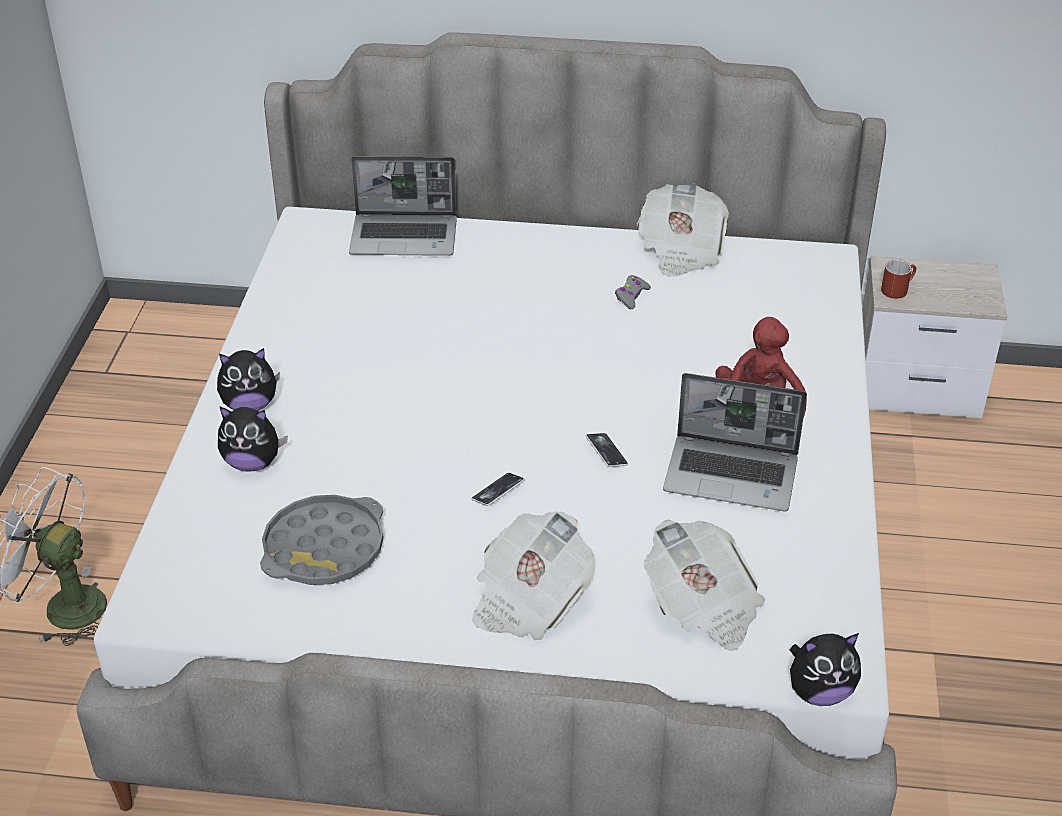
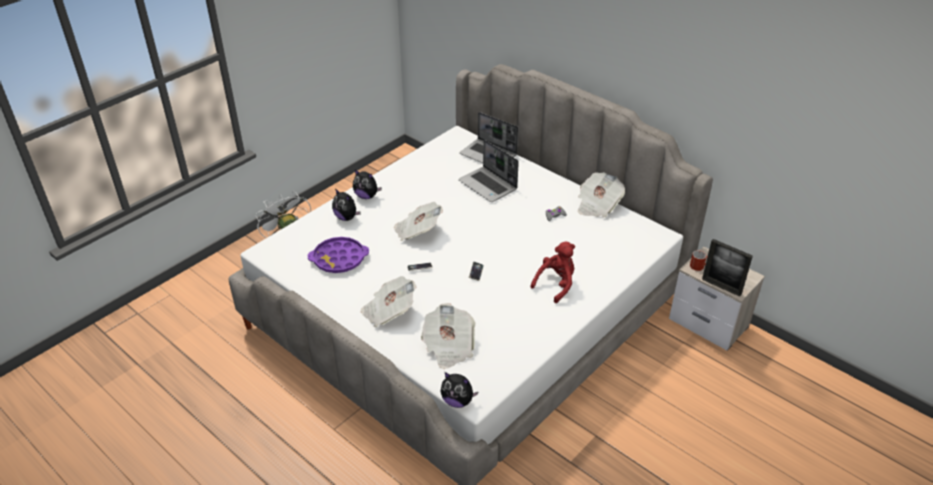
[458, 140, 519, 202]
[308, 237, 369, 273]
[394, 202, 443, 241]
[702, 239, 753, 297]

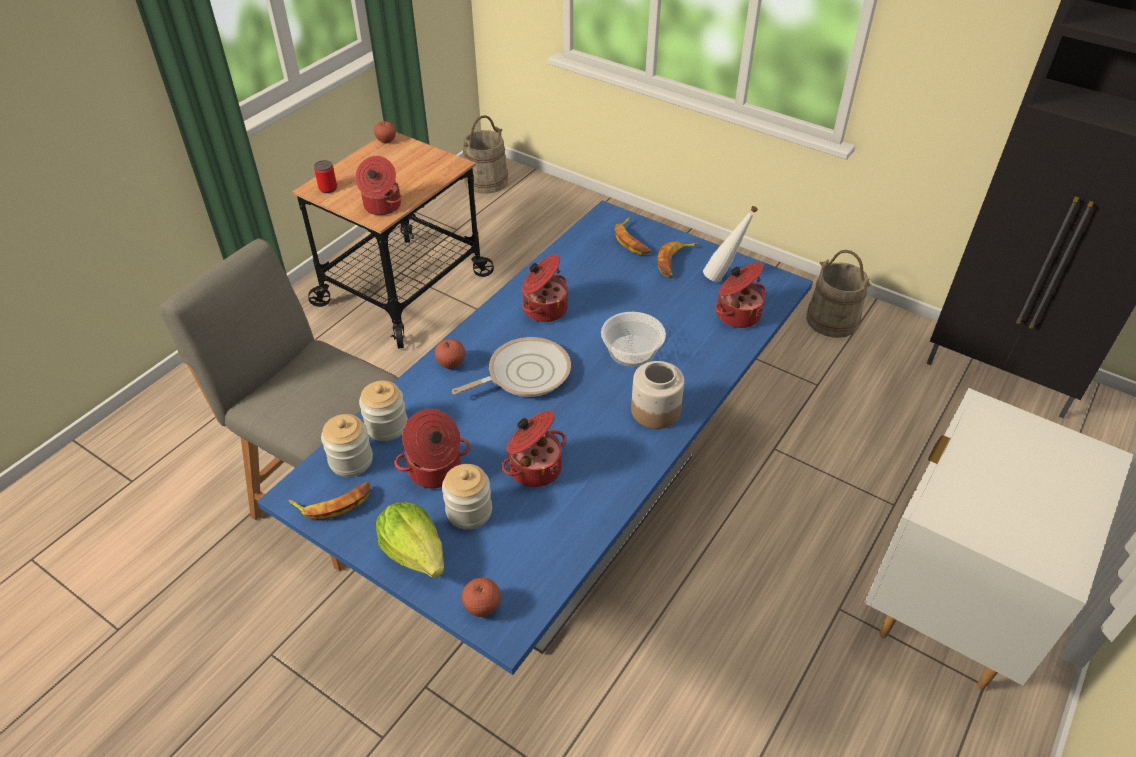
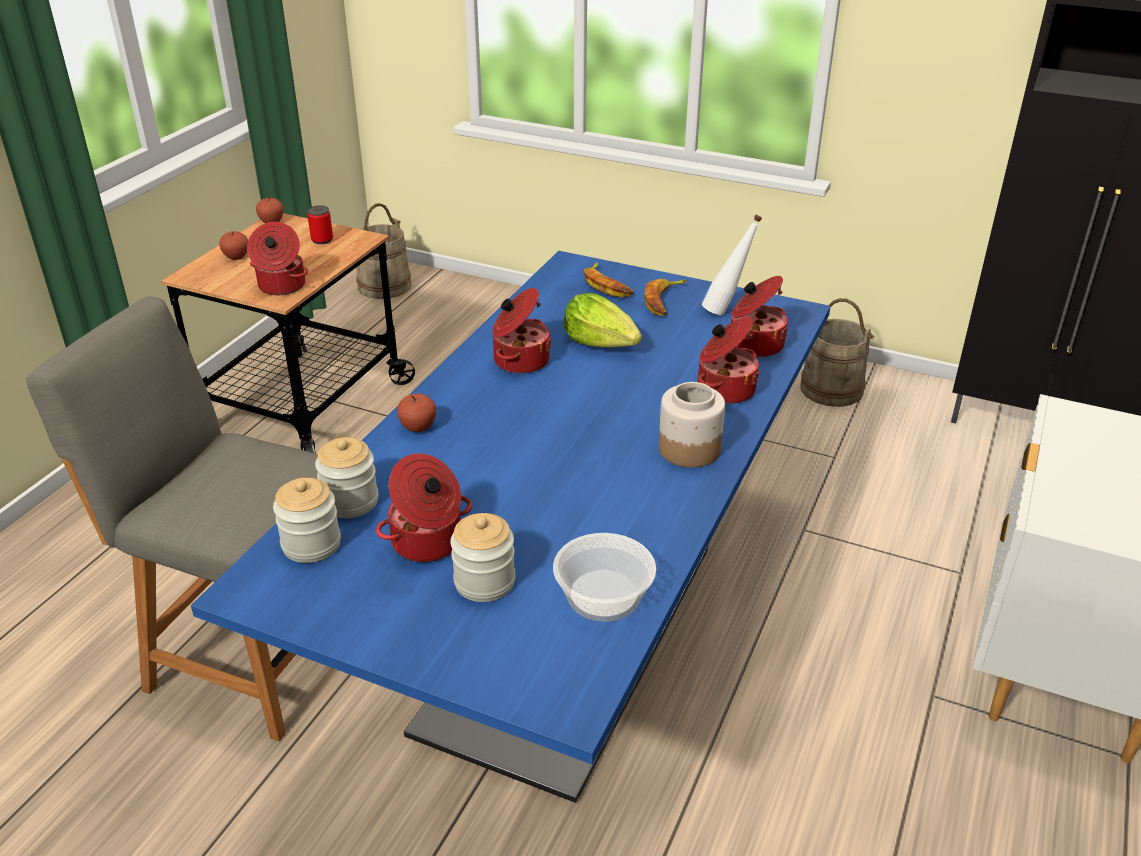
[307, 206, 333, 244]
[553, 533, 656, 622]
[452, 337, 571, 397] (first image)
[698, 317, 759, 404]
[289, 482, 371, 519] (first image)
[564, 293, 642, 348]
[219, 231, 248, 260]

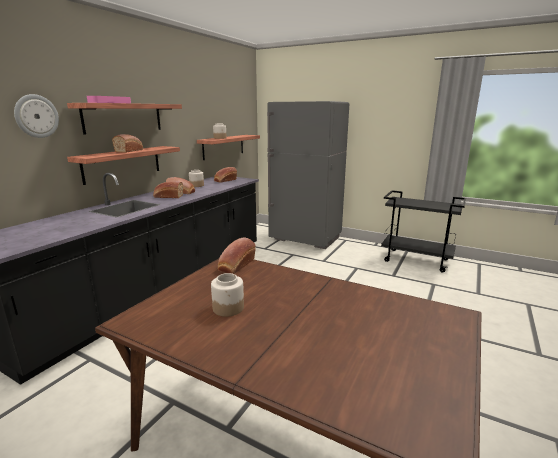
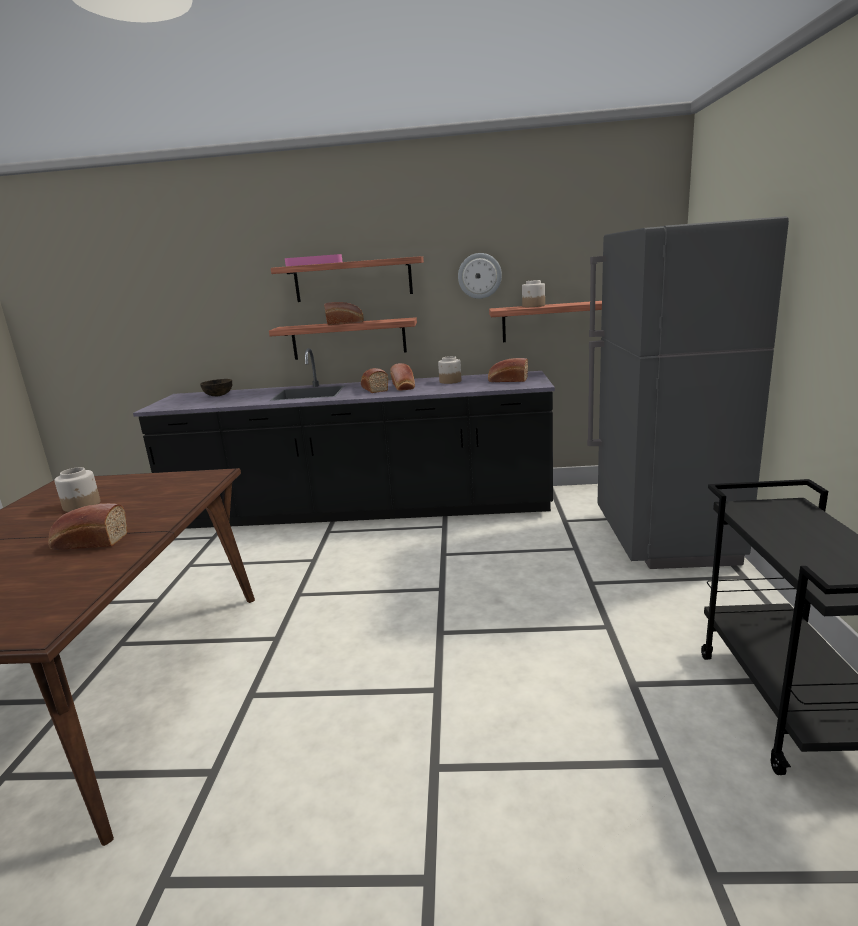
[458, 253, 502, 299]
[48, 503, 127, 550]
[200, 379, 232, 396]

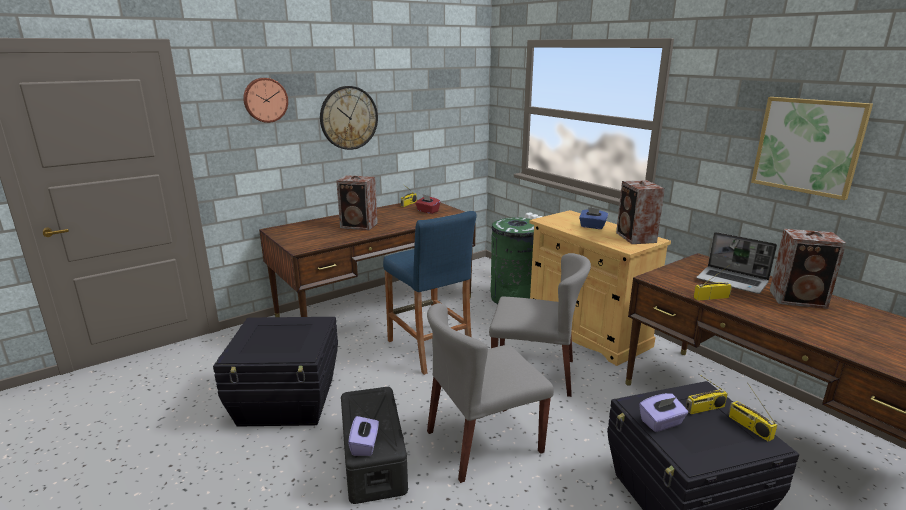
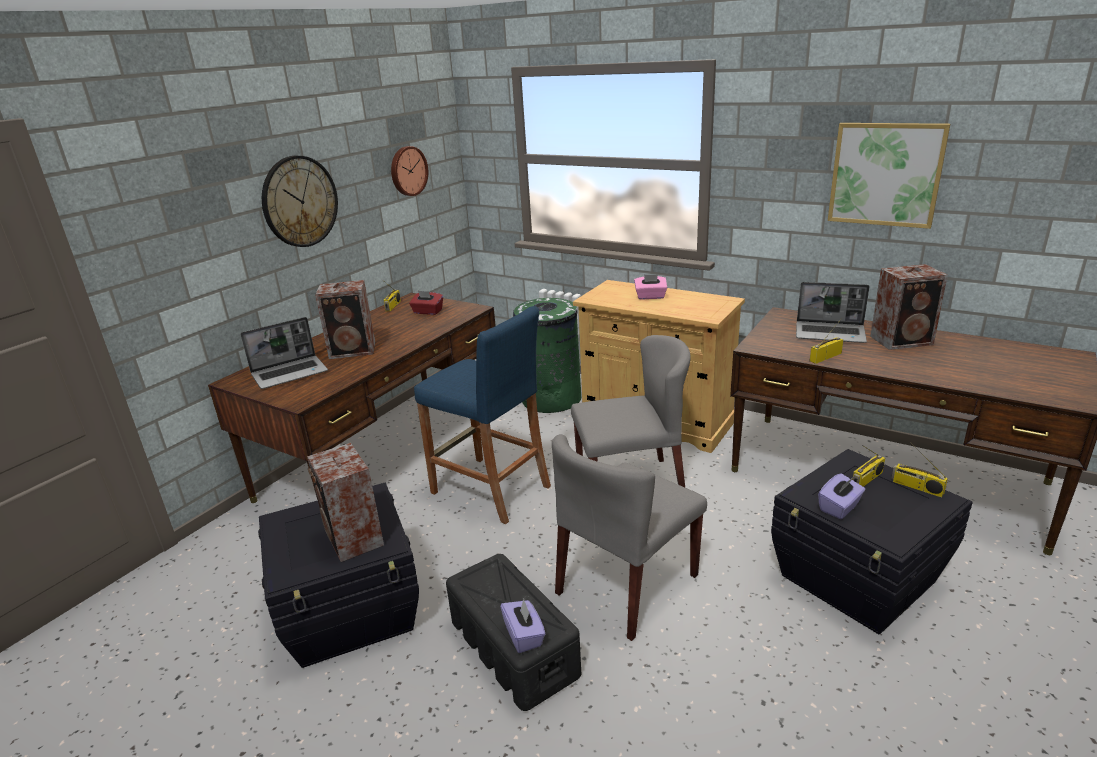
[391, 146, 428, 196]
[307, 443, 384, 562]
[634, 274, 667, 299]
[240, 317, 328, 389]

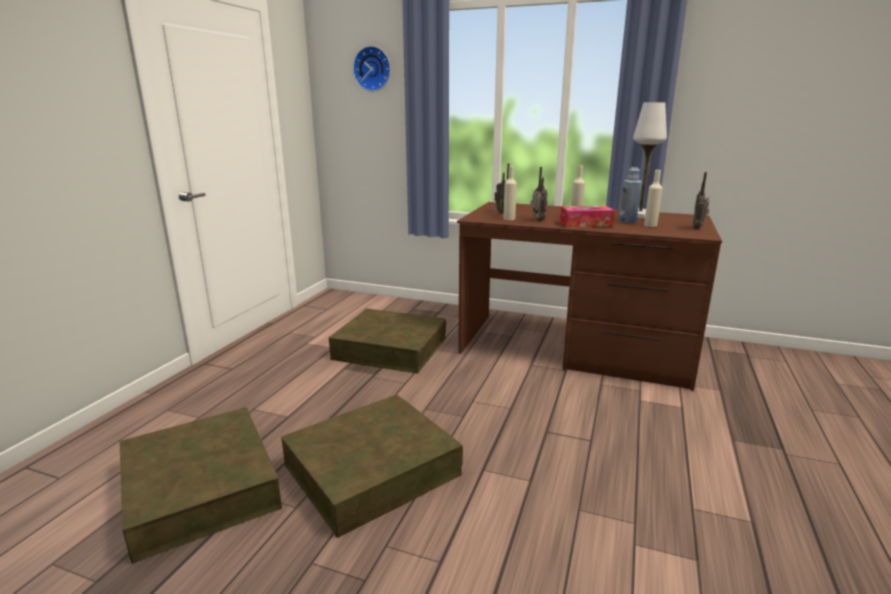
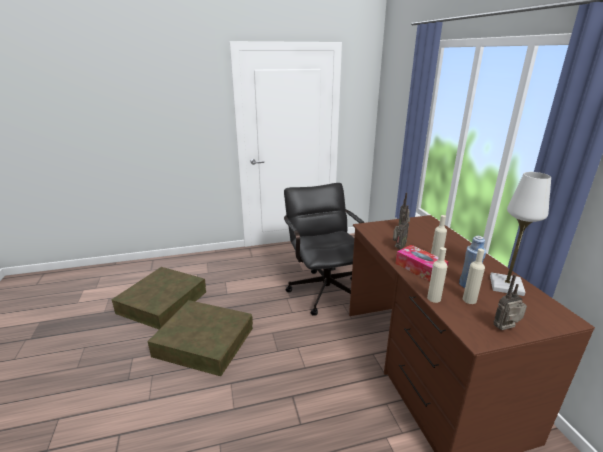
[353, 46, 391, 92] (first image)
[427, 247, 448, 303]
[284, 183, 364, 316]

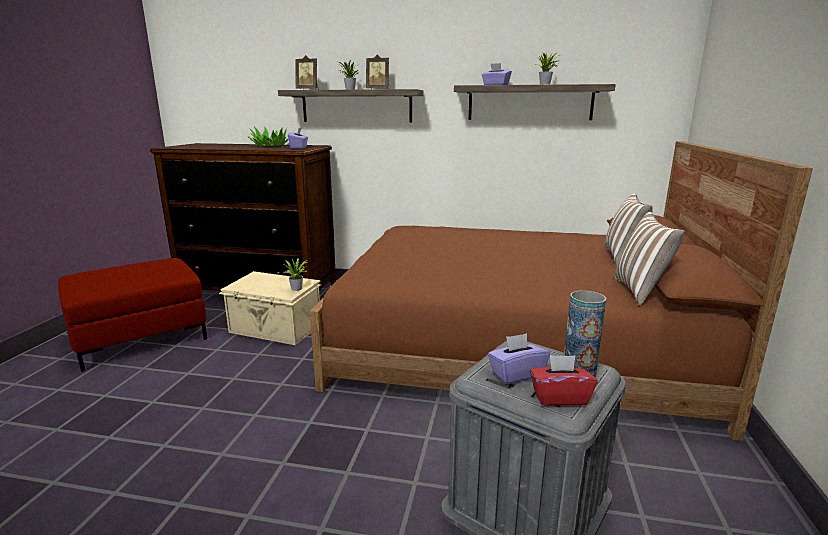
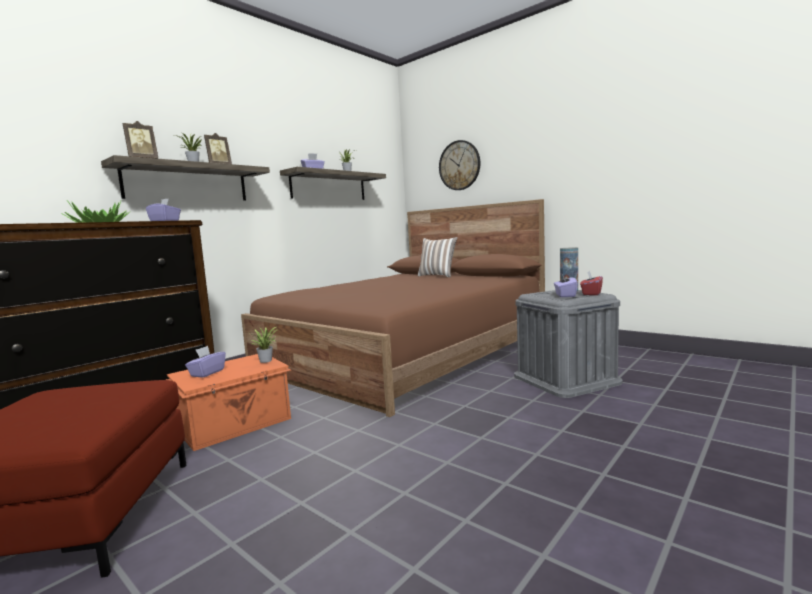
[614, 212, 685, 306] (first image)
[166, 354, 291, 451]
[439, 140, 480, 190]
[185, 346, 226, 378]

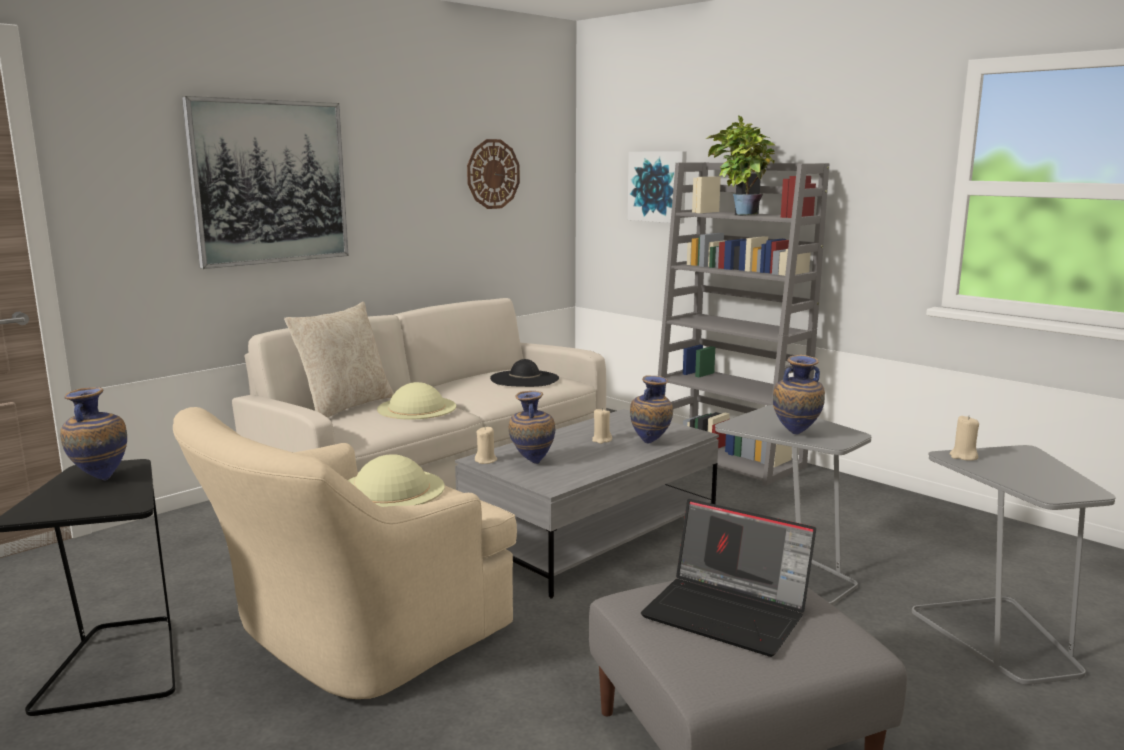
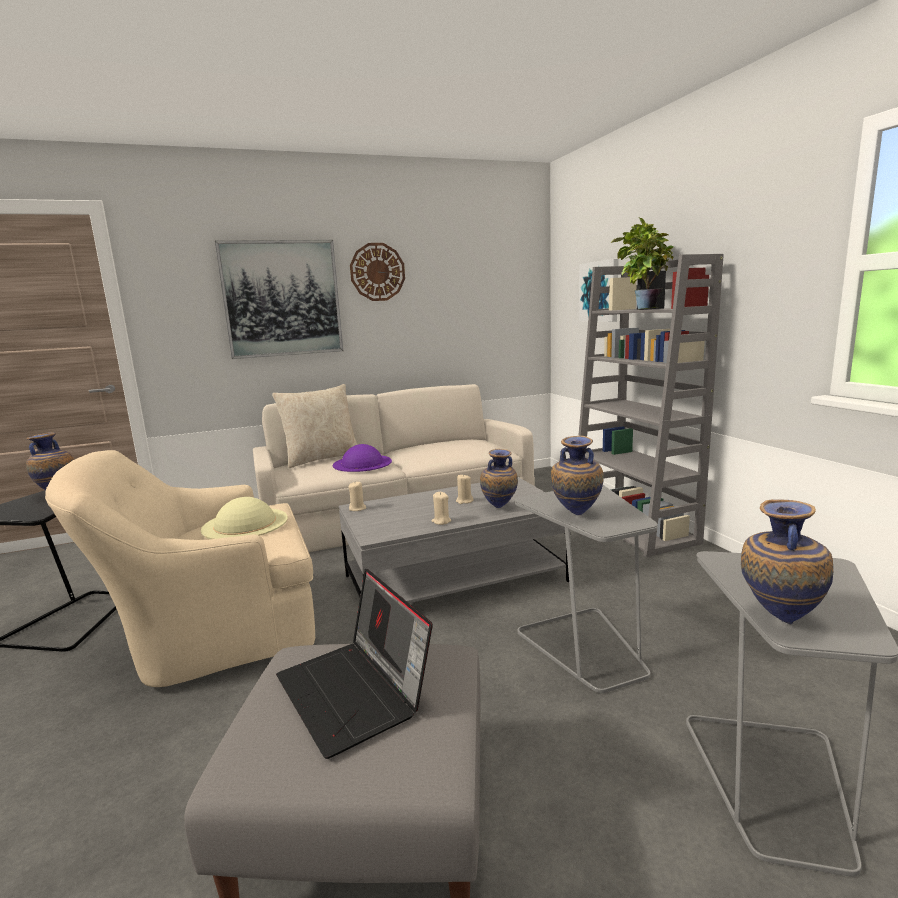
[350, 243, 405, 301]
[490, 359, 559, 387] (first image)
[333, 444, 392, 472]
[741, 499, 833, 625]
[431, 492, 451, 525]

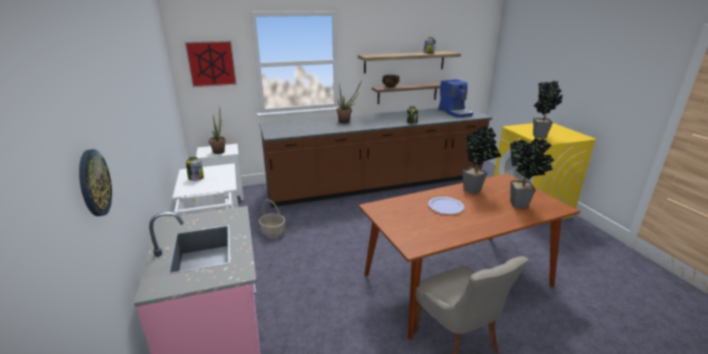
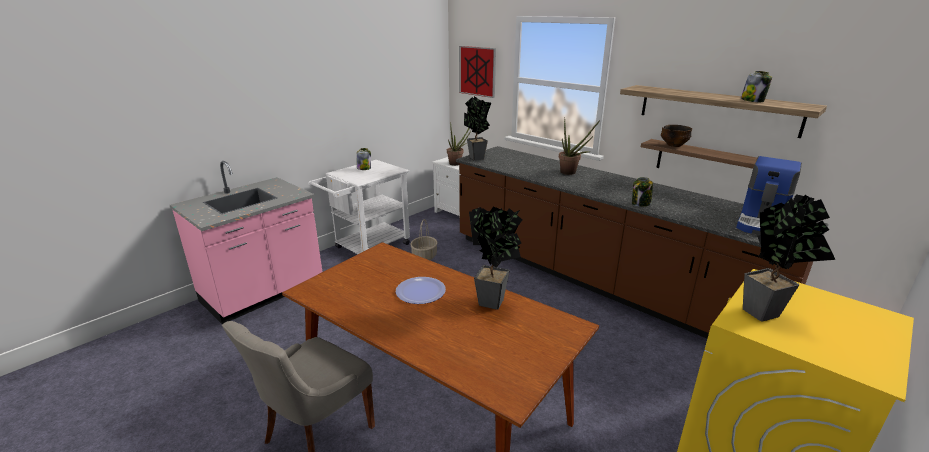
[464, 96, 491, 161]
[79, 149, 112, 216] (first image)

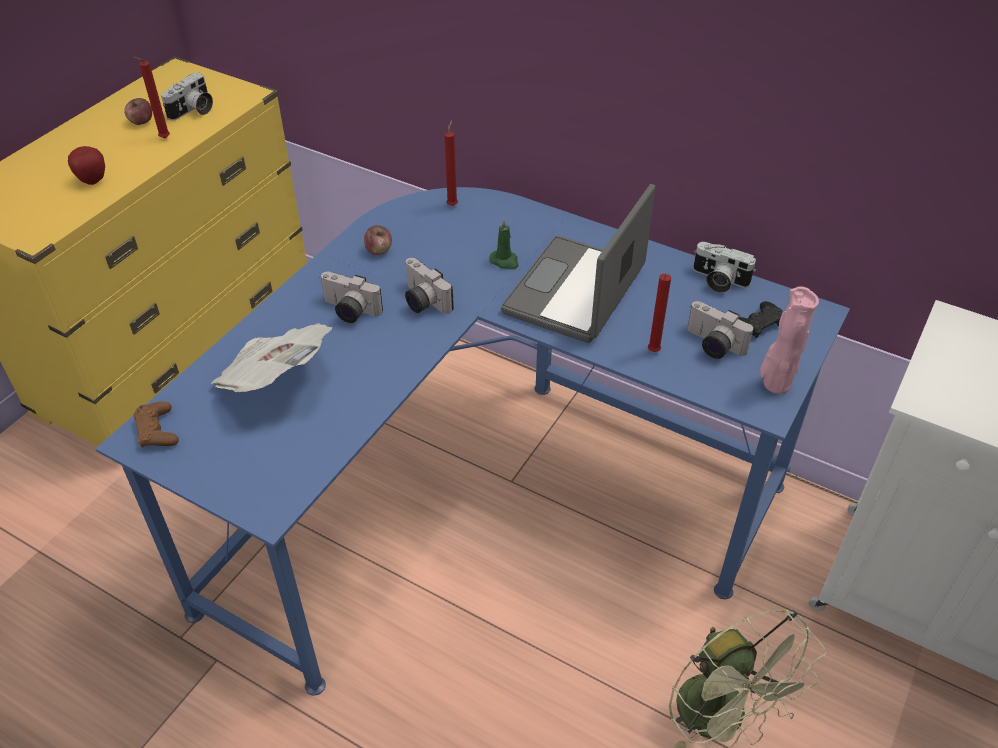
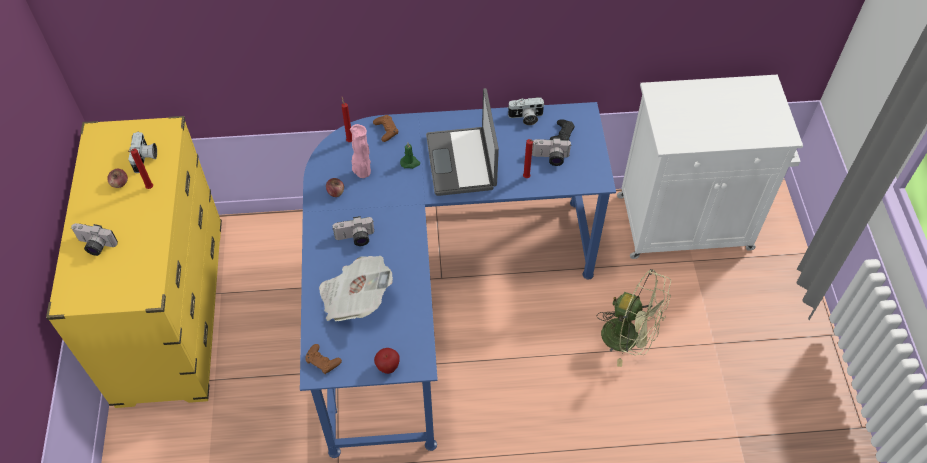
[374, 348, 400, 374]
[71, 223, 118, 256]
[350, 124, 371, 178]
[373, 115, 398, 142]

